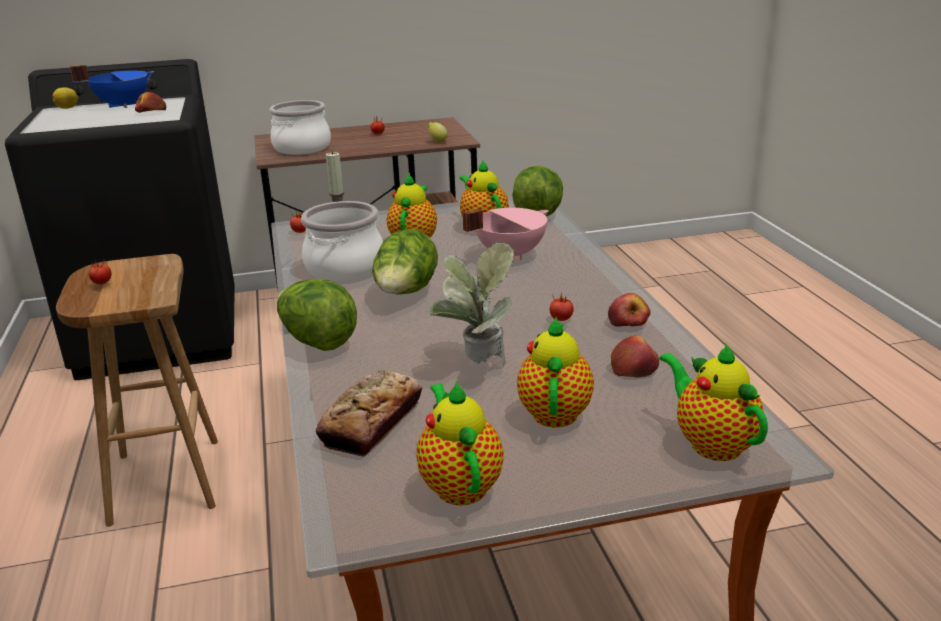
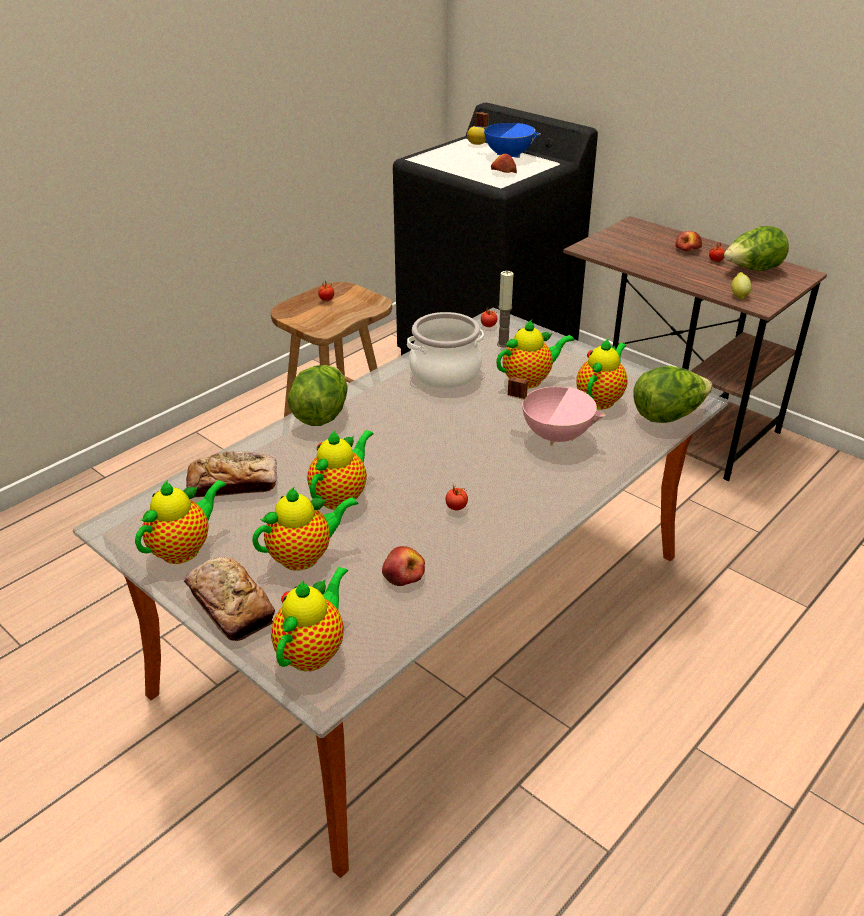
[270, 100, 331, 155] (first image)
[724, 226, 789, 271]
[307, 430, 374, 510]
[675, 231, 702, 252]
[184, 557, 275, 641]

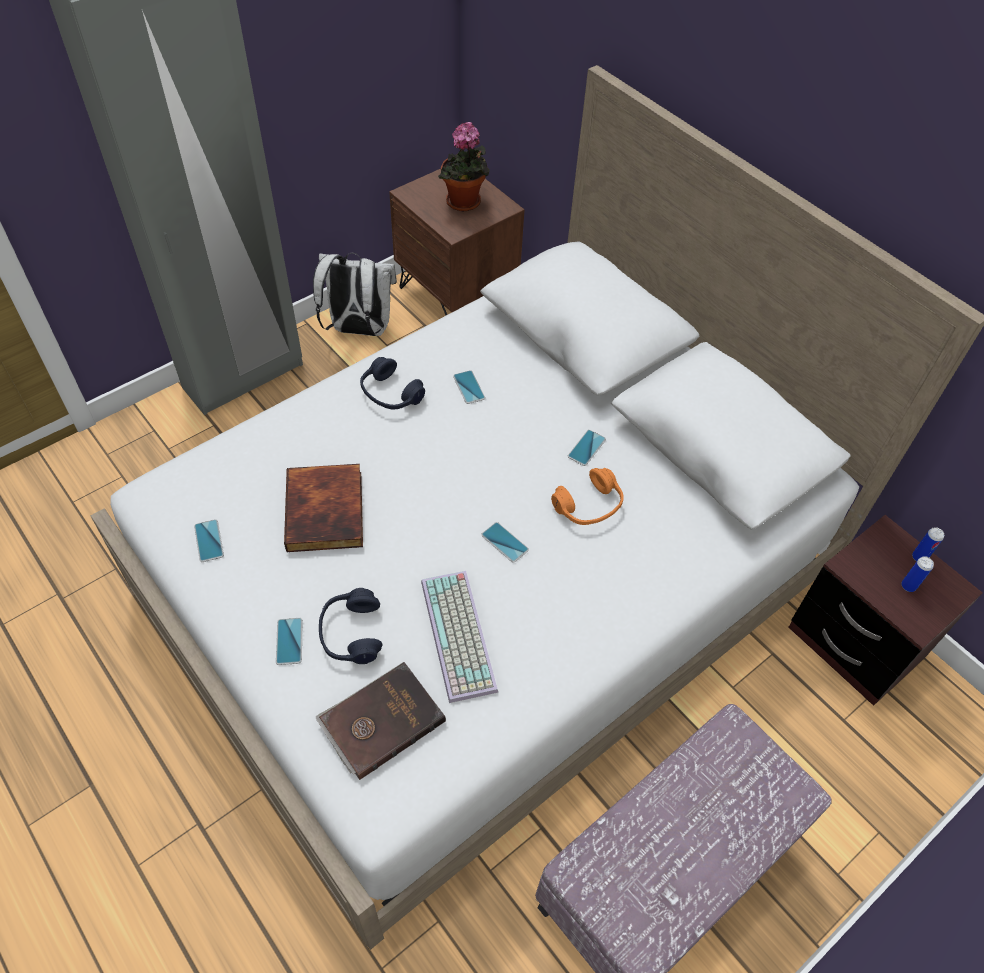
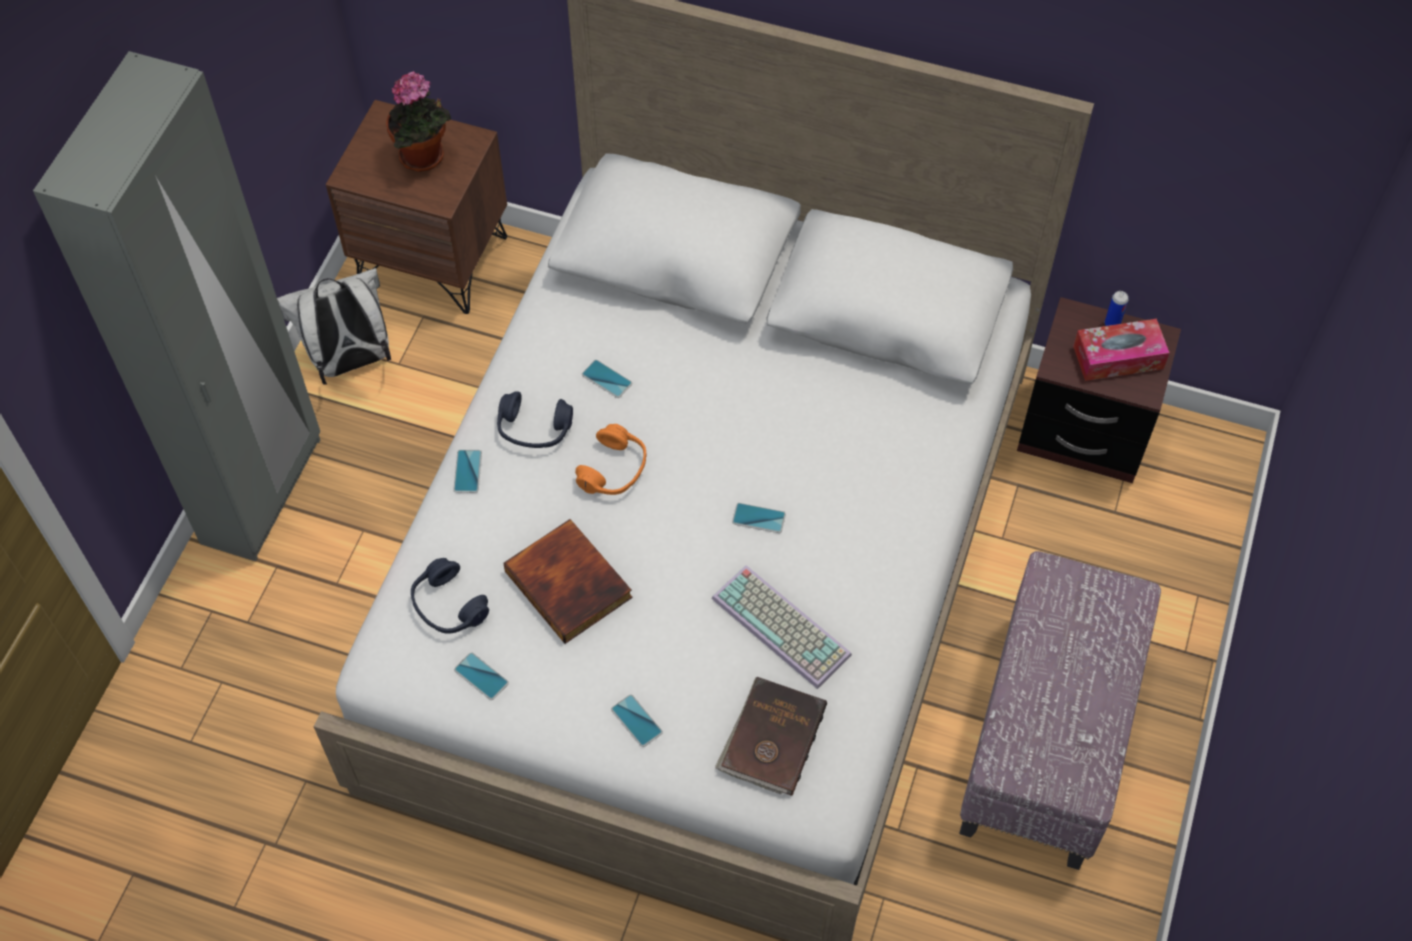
[453, 450, 482, 493]
[575, 424, 646, 495]
[1073, 319, 1169, 381]
[411, 558, 489, 634]

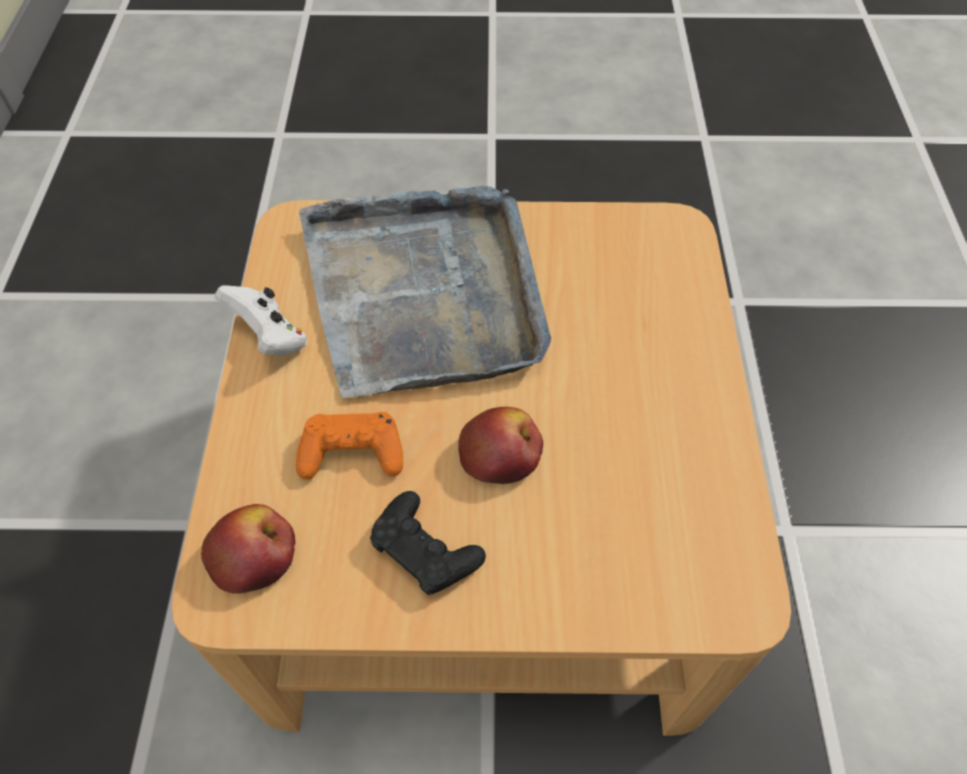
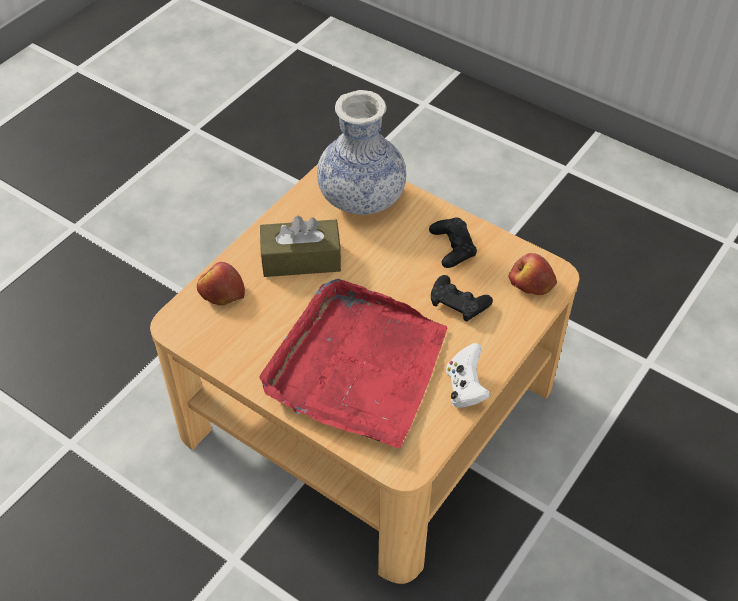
[259, 279, 447, 448]
[197, 262, 245, 305]
[431, 275, 493, 322]
[317, 90, 406, 215]
[260, 216, 341, 277]

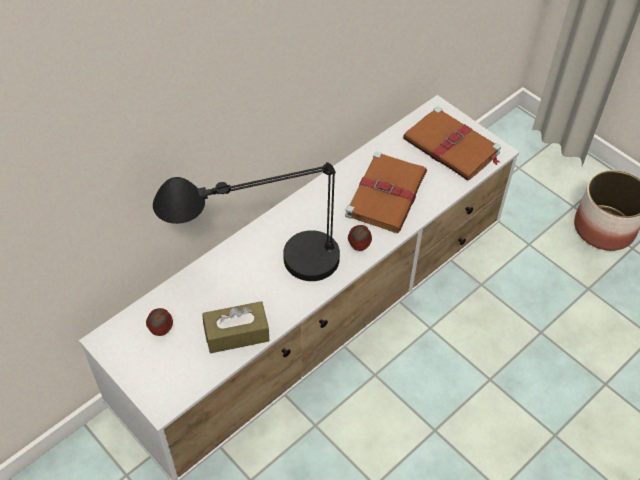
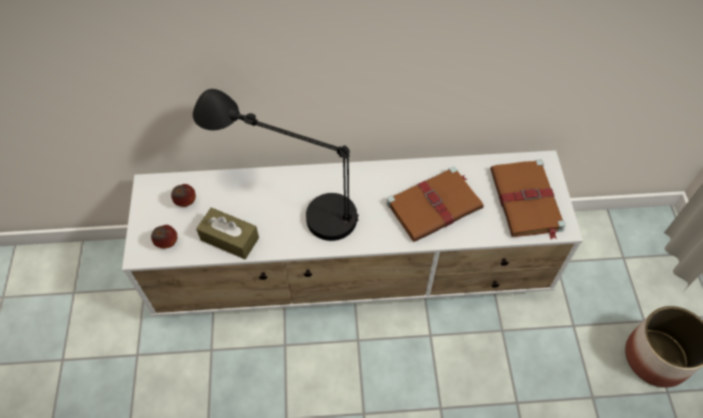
[151, 225, 177, 248]

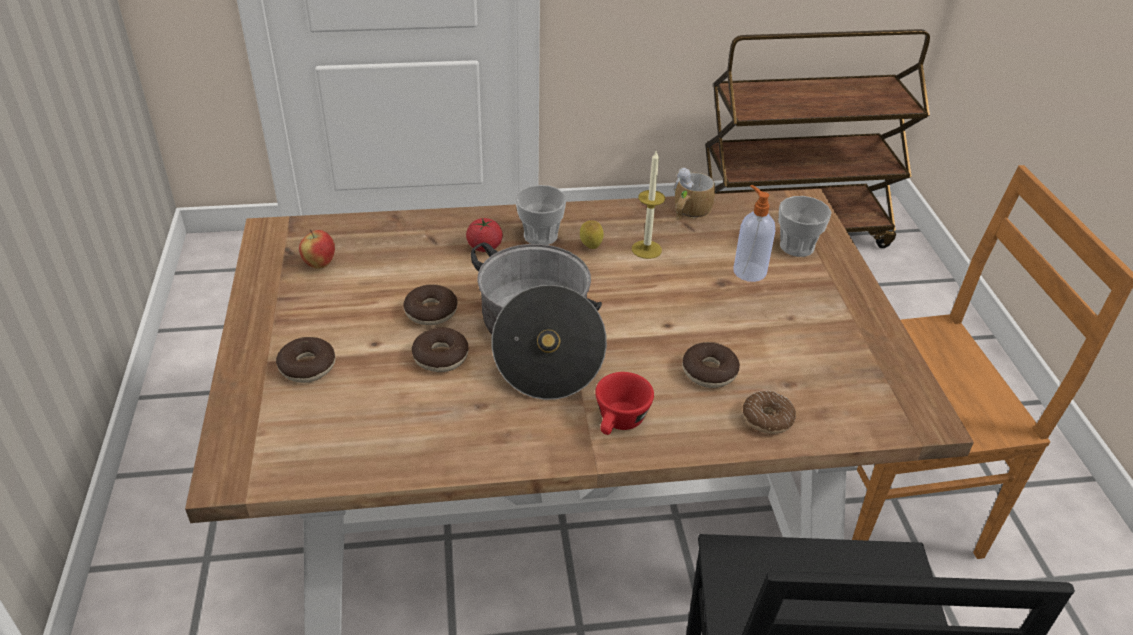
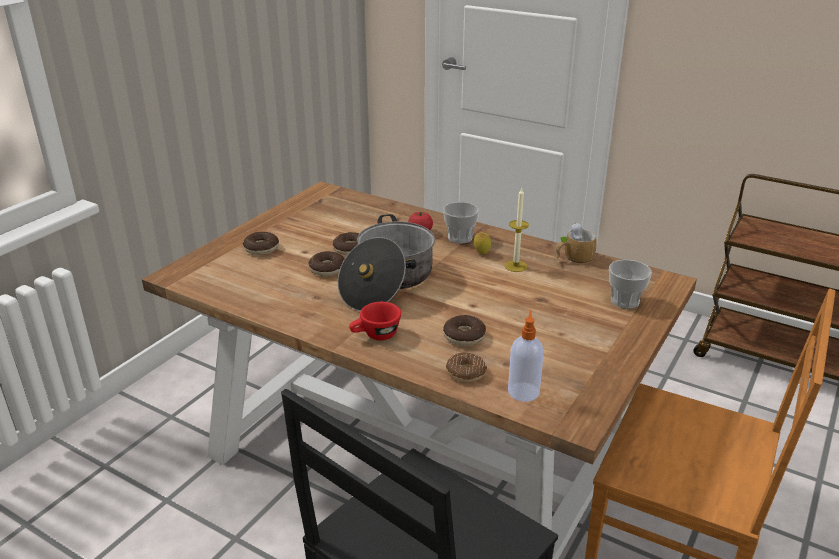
[508, 310, 544, 402]
[299, 229, 335, 269] (first image)

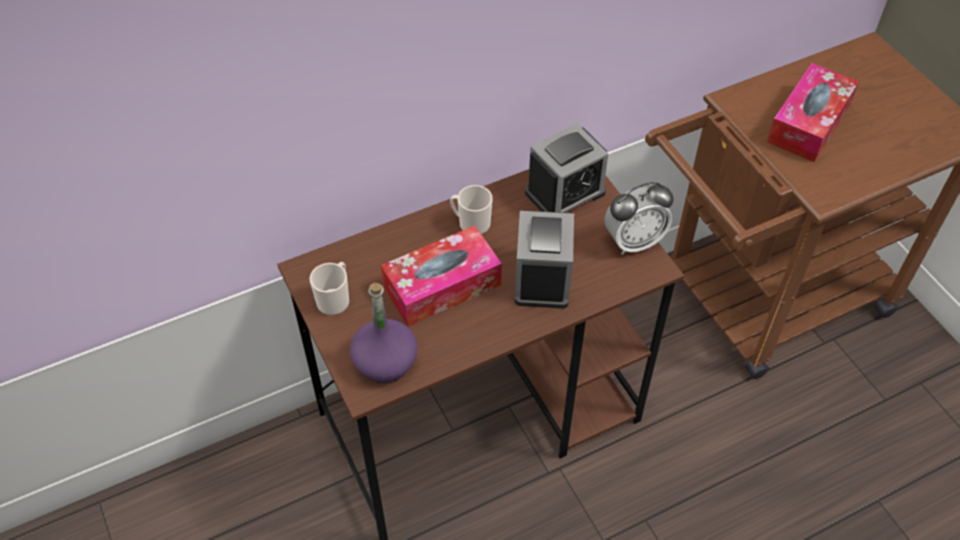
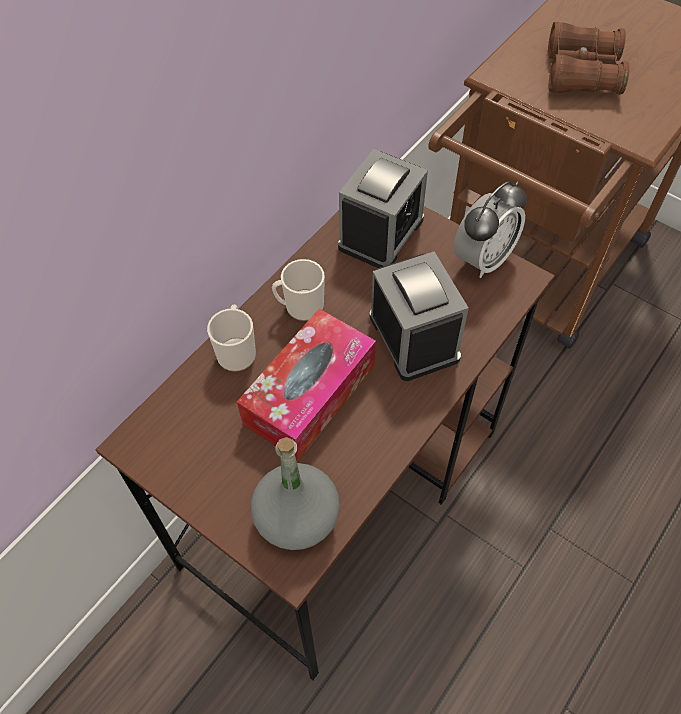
[548, 22, 630, 95]
[207, 305, 256, 372]
[251, 437, 340, 550]

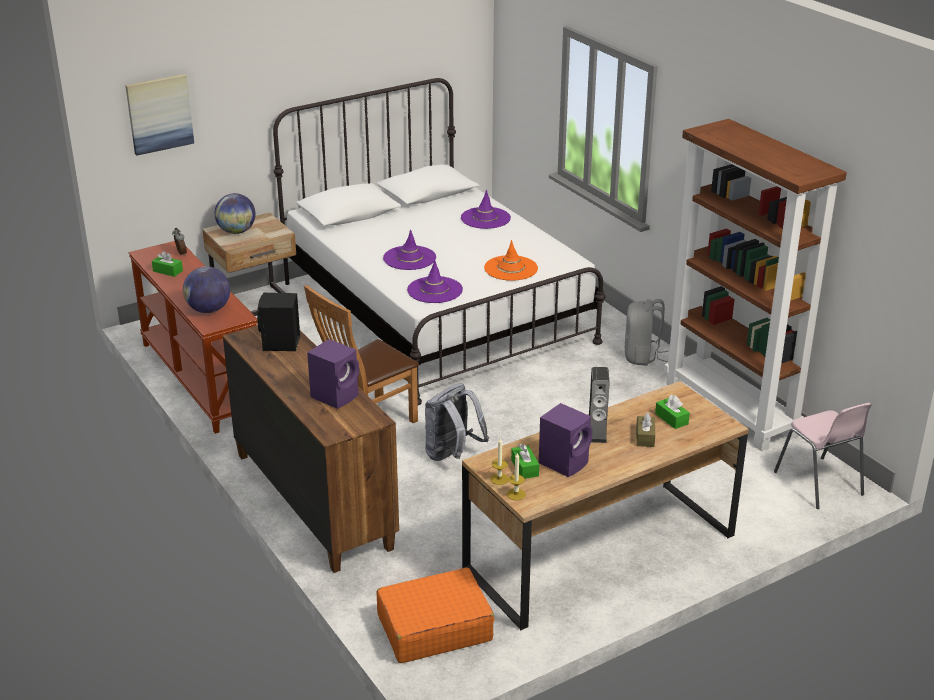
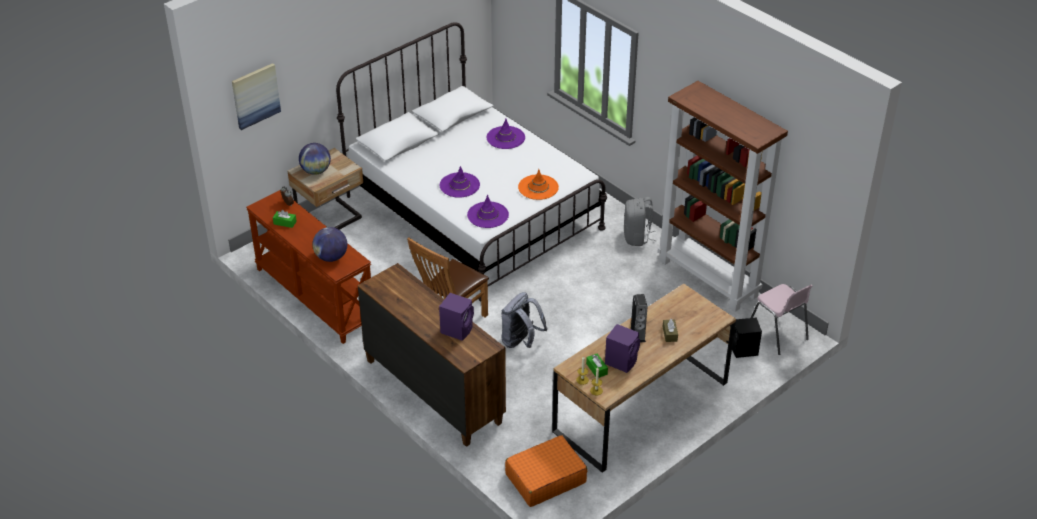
[732, 317, 762, 358]
[655, 395, 690, 429] (first image)

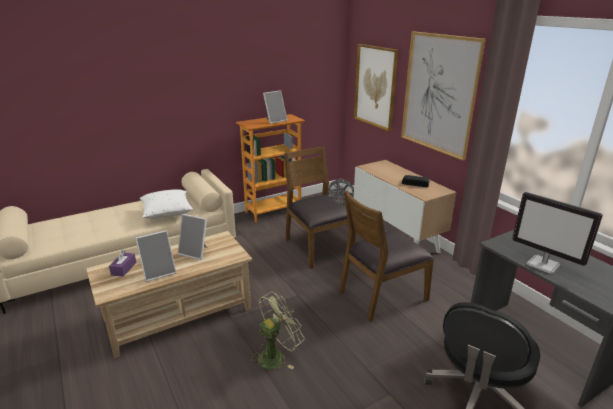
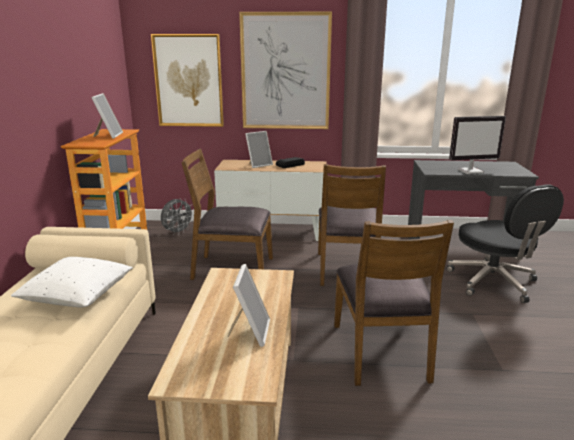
[245, 131, 273, 168]
[109, 249, 136, 277] (first image)
[334, 220, 454, 386]

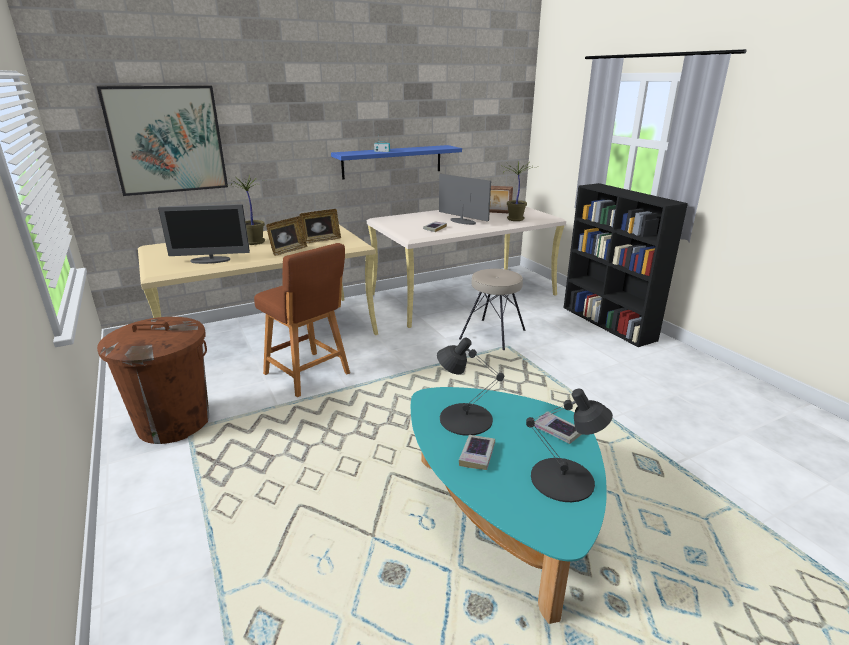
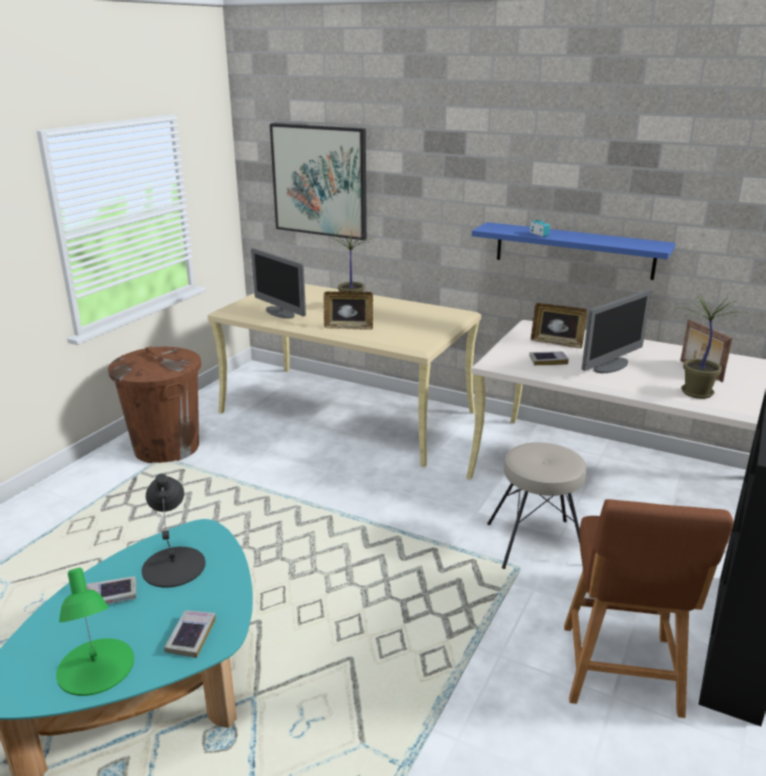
[582, 290, 651, 373]
[531, 303, 587, 349]
[564, 499, 733, 718]
[56, 568, 134, 696]

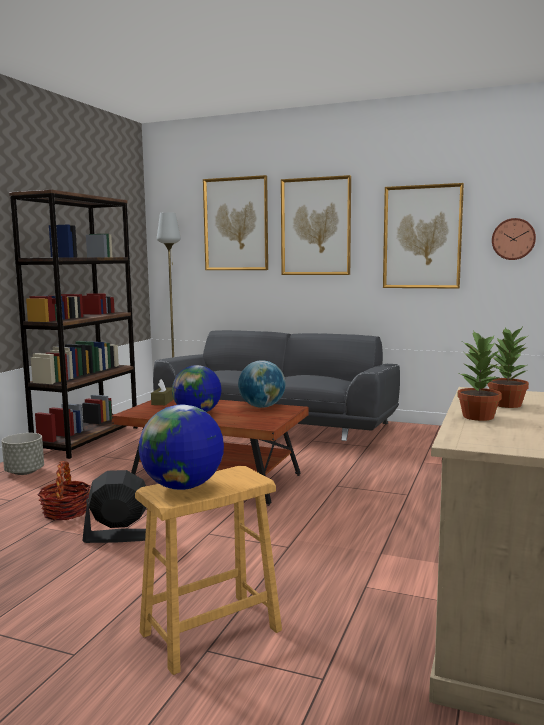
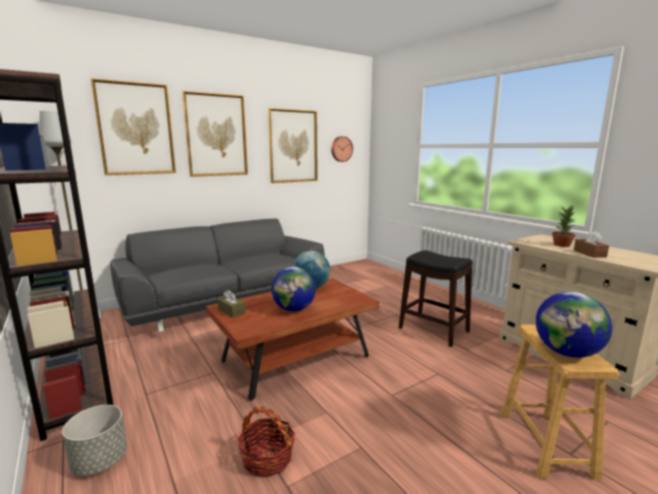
[574, 231, 609, 258]
[82, 470, 146, 543] (first image)
[399, 250, 473, 347]

